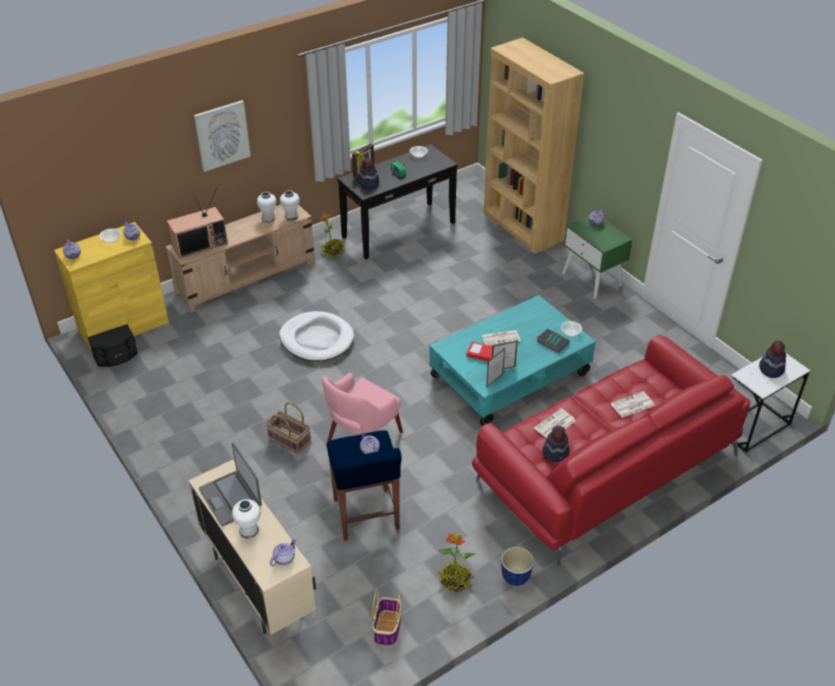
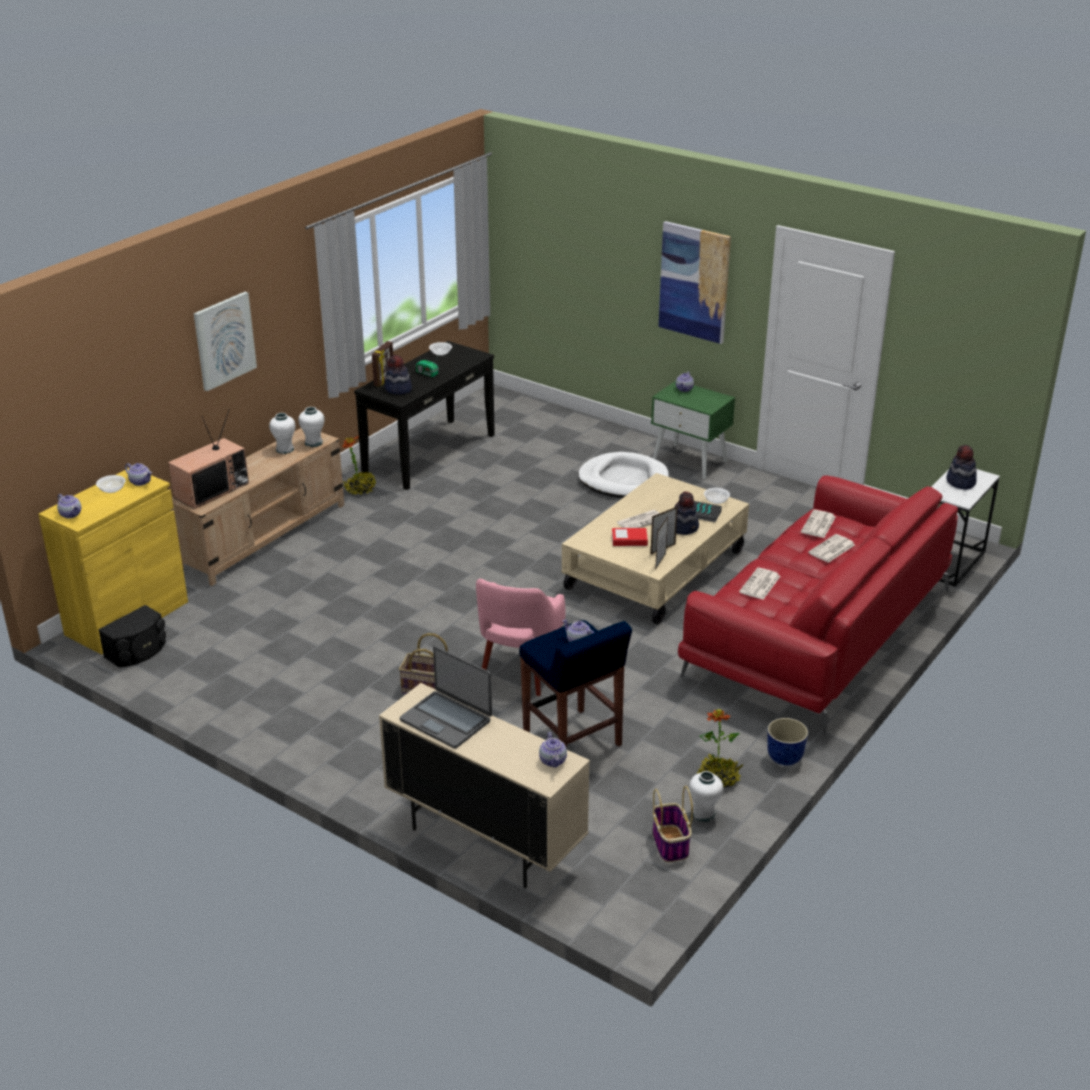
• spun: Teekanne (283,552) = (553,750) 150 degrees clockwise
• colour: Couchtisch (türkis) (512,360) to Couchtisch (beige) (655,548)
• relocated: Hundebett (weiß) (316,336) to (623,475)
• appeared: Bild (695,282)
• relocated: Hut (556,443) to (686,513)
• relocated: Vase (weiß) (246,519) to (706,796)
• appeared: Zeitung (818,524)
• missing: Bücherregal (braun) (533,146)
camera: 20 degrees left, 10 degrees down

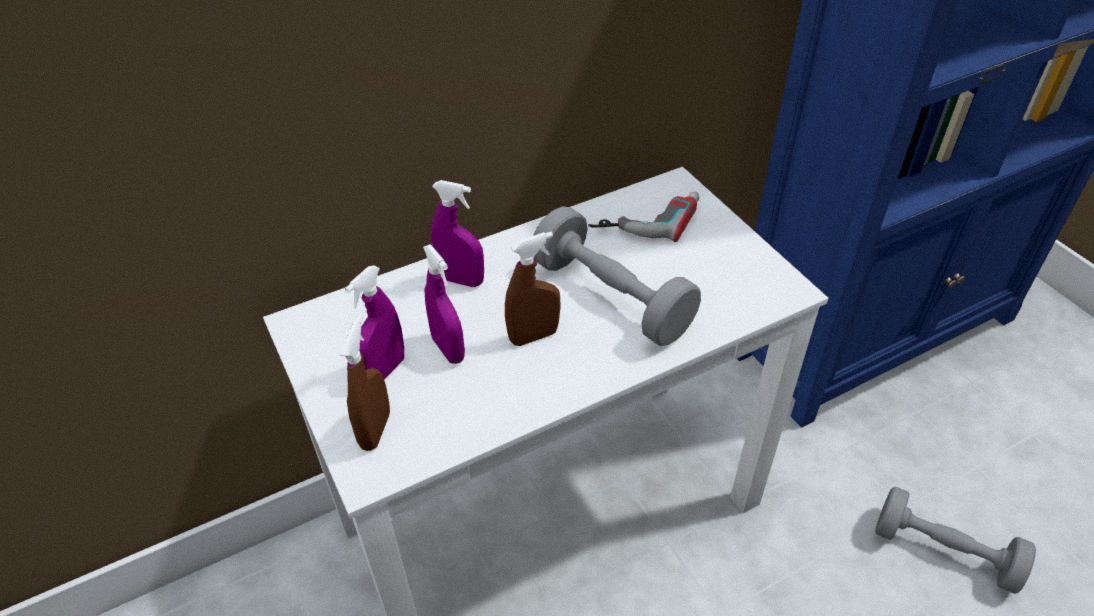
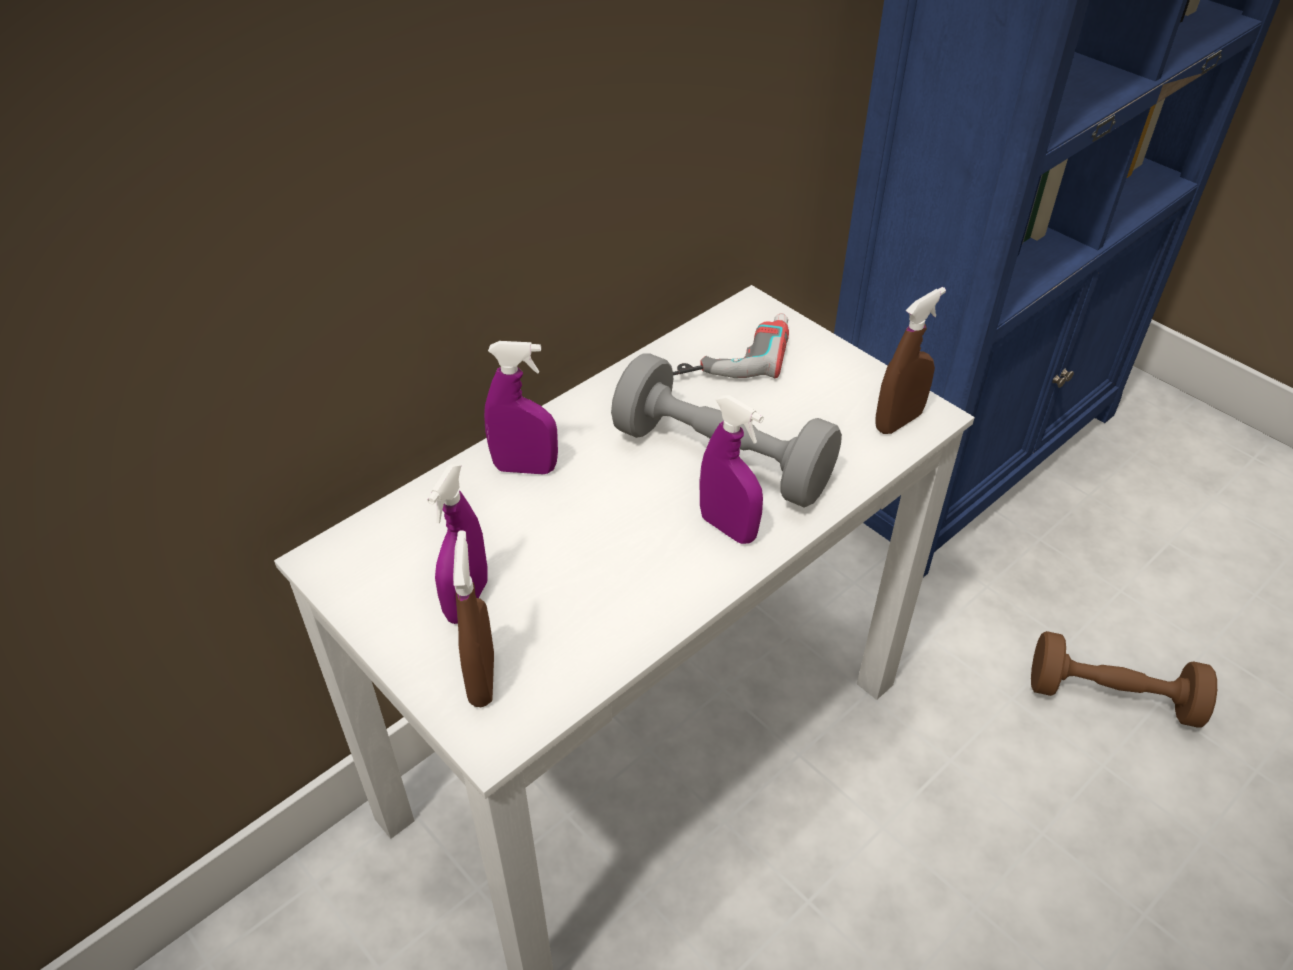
• relocated: Sprühflasche (lila) (444,304) to (731,469)
• relocated: Sprühflasche (braun) (533,289) to (911,360)
• colour: Hantel (grau) (955,540) to Hantel (braun) (1124,679)
camera: 15 degrees left, 0 degrees up

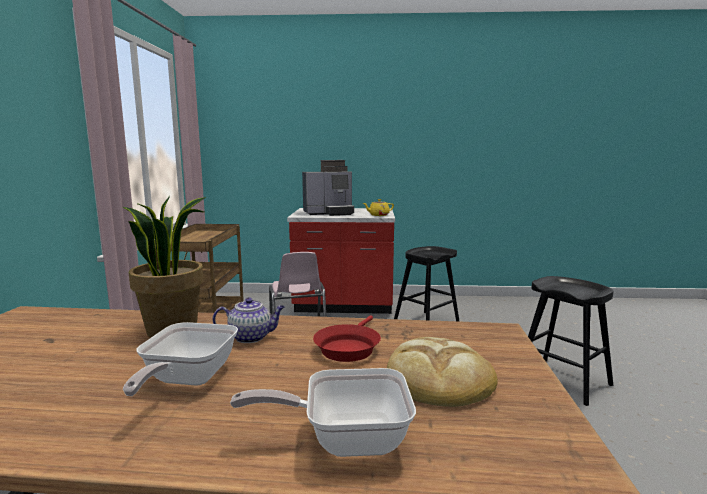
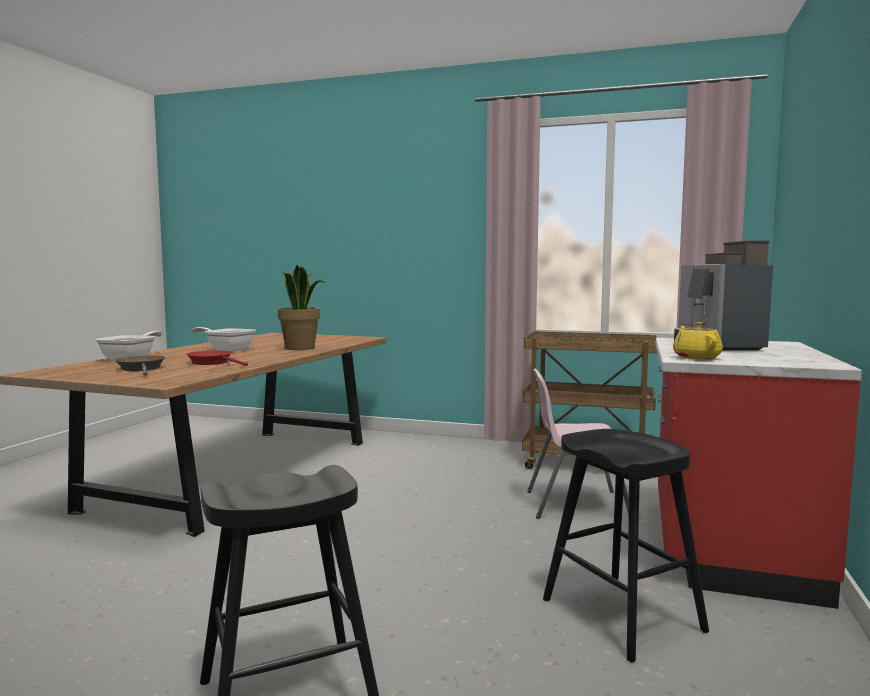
• exchanged: Brot (442,372) to Pfanne (braun) (140,366)
• missing: Teekanne (249,320)
camera: 105 degrees right, 5 degrees down

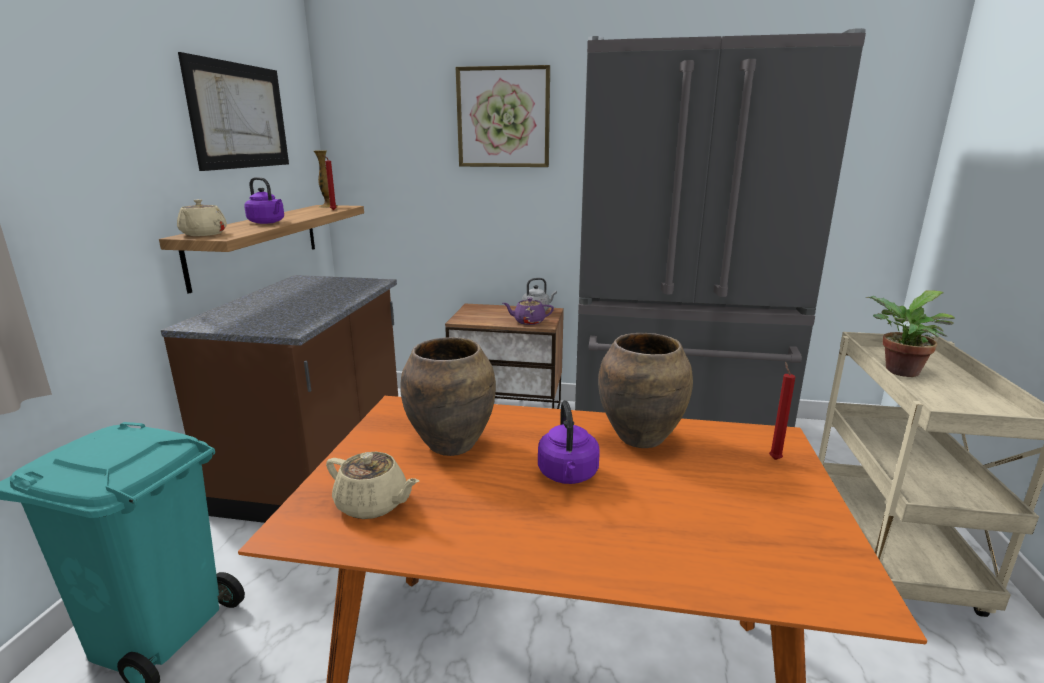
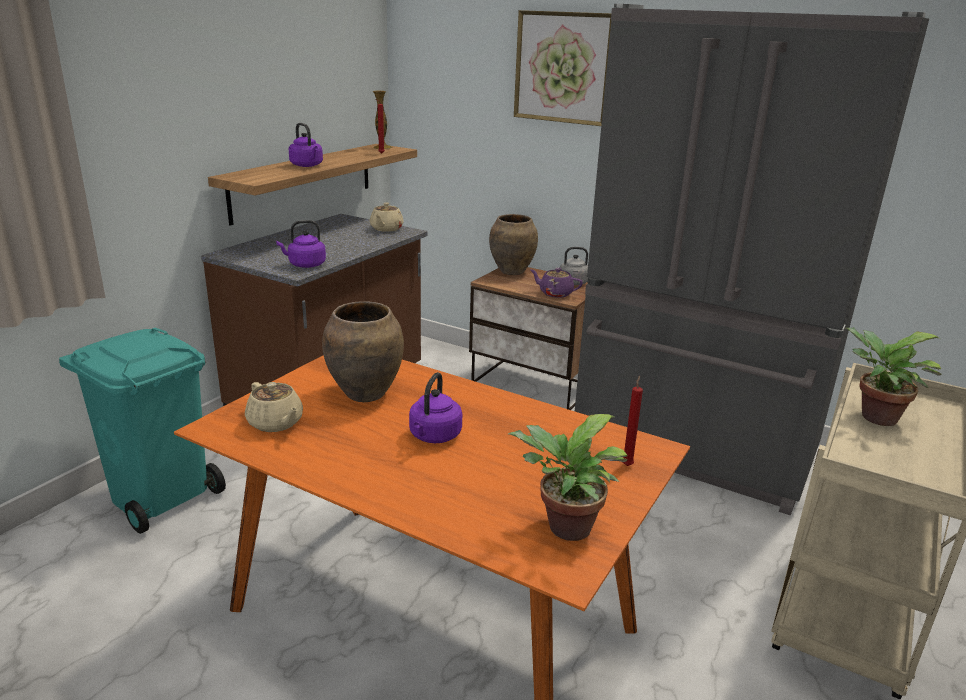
• appeared: Wasserkessel (lila) (301,244)
• relocated: Teekanne (beige) (202,217) to (387,217)
• relocated: Vase (braun) (645,390) to (513,244)
• appeared: Topfpflanze (567,477)
• missing: Bild (233,111)
camera: 20 degrees right, 5 degrees up

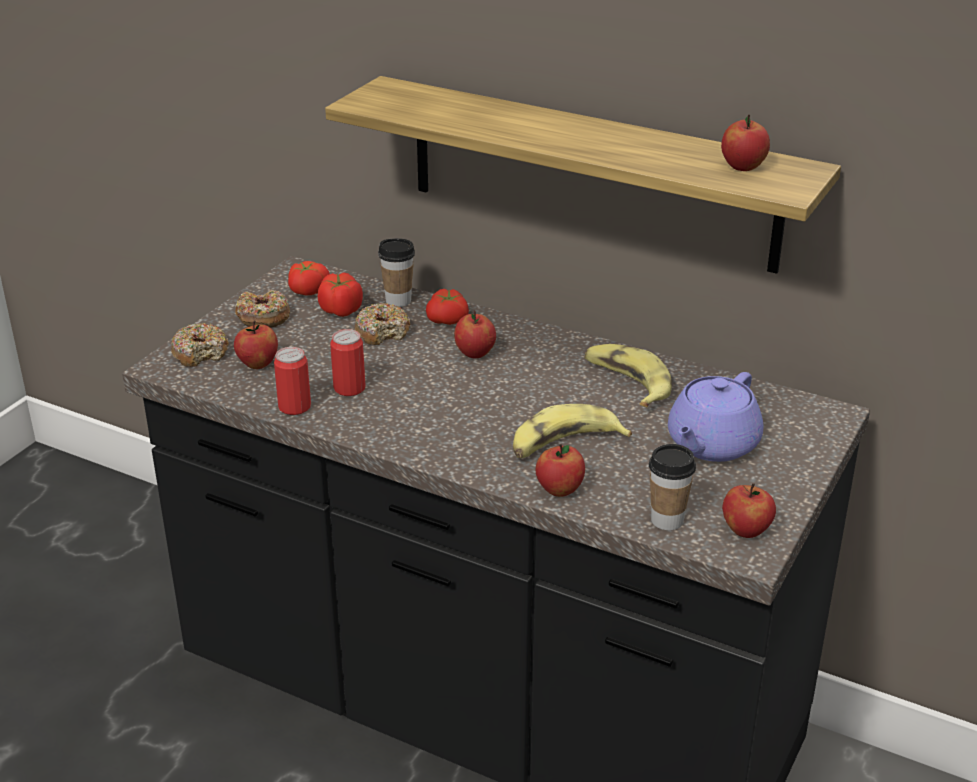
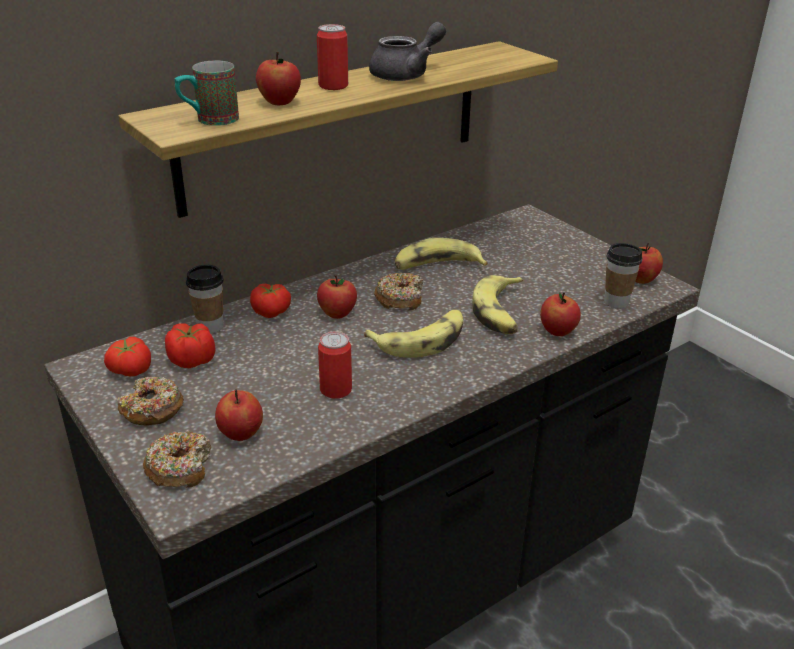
• appeared: Henkelbecher (206,93)
• relocated: Apfel (745,142) to (278,78)
• relocated: Dose (292,381) to (332,57)
• appeared: Banane (413,334)
• appeared: Teekanne (grau) (407,51)
• relocated: Donut (382,324) to (398,292)
• missing: Teekanne (lila) (716,417)
camera: 65 degrees left, 0 degrees up

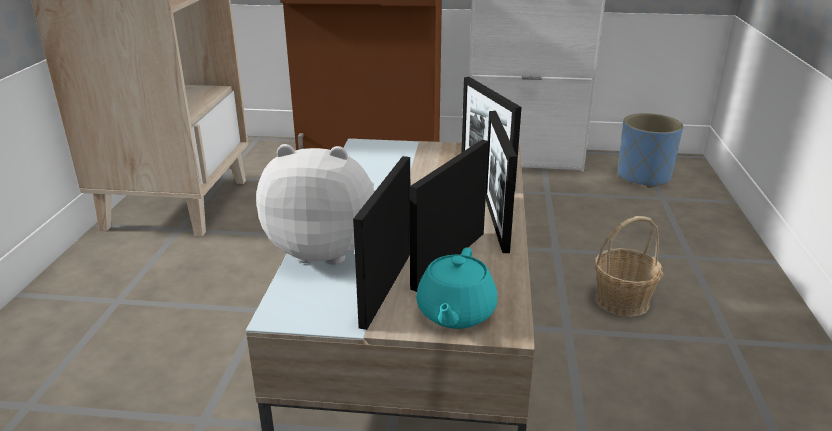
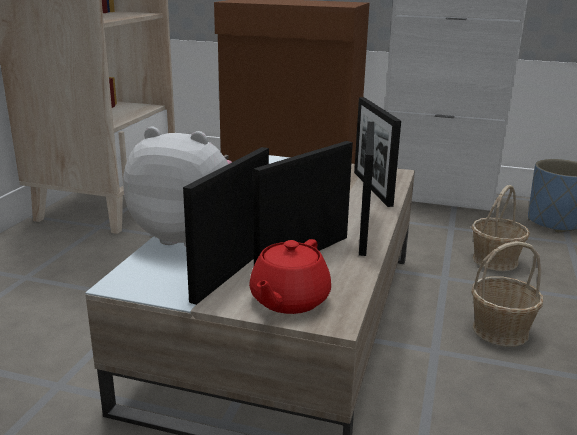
• colour: Teekanne (türkis) (456,288) to Teekanne (rot) (290,276)
• appeared: Korb (501,228)
camera: 10 degrees right, 5 degrees down

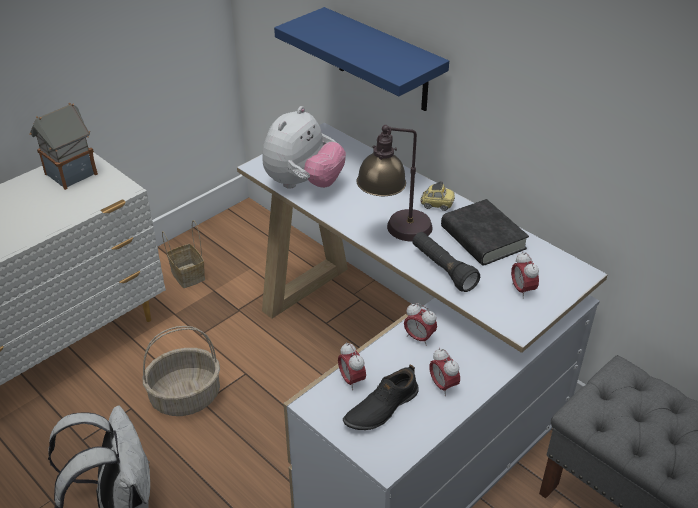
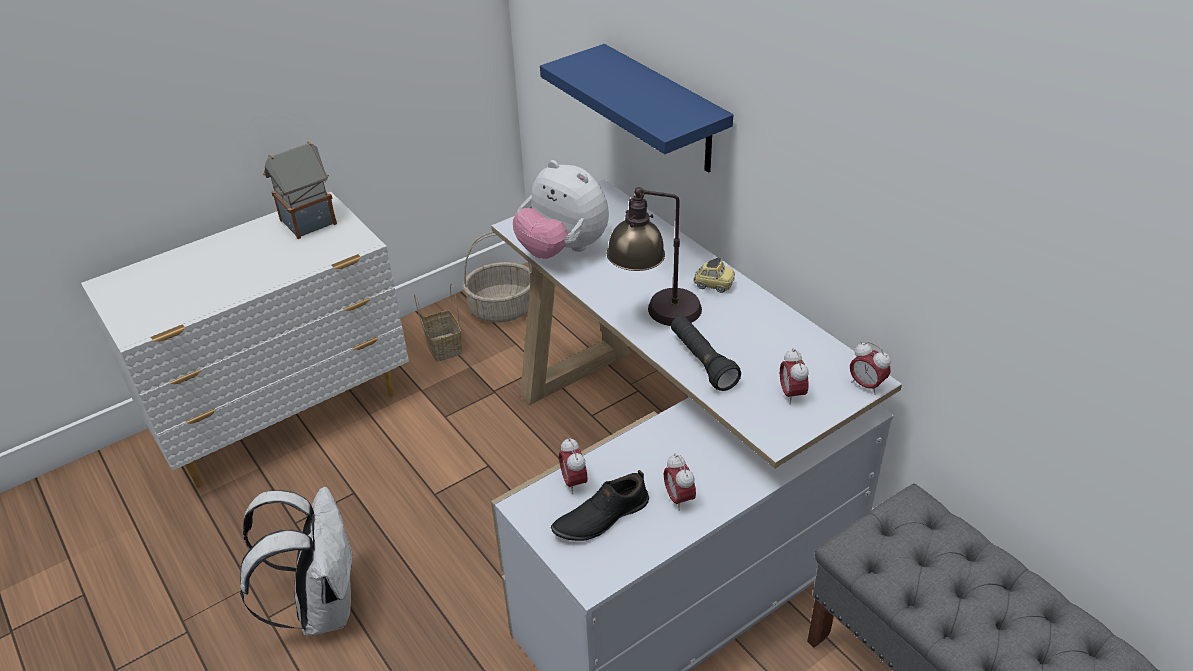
• relocated: Korb (181,371) to (497,277)
• spun: Plüschtier (304,147) = (561,209) 90 degrees clockwise
• relocated: Wecker (420,324) to (870,368)
• missing: Buch (schwarz) (485,232)
camera: 10 degrees right, 0 degrees up

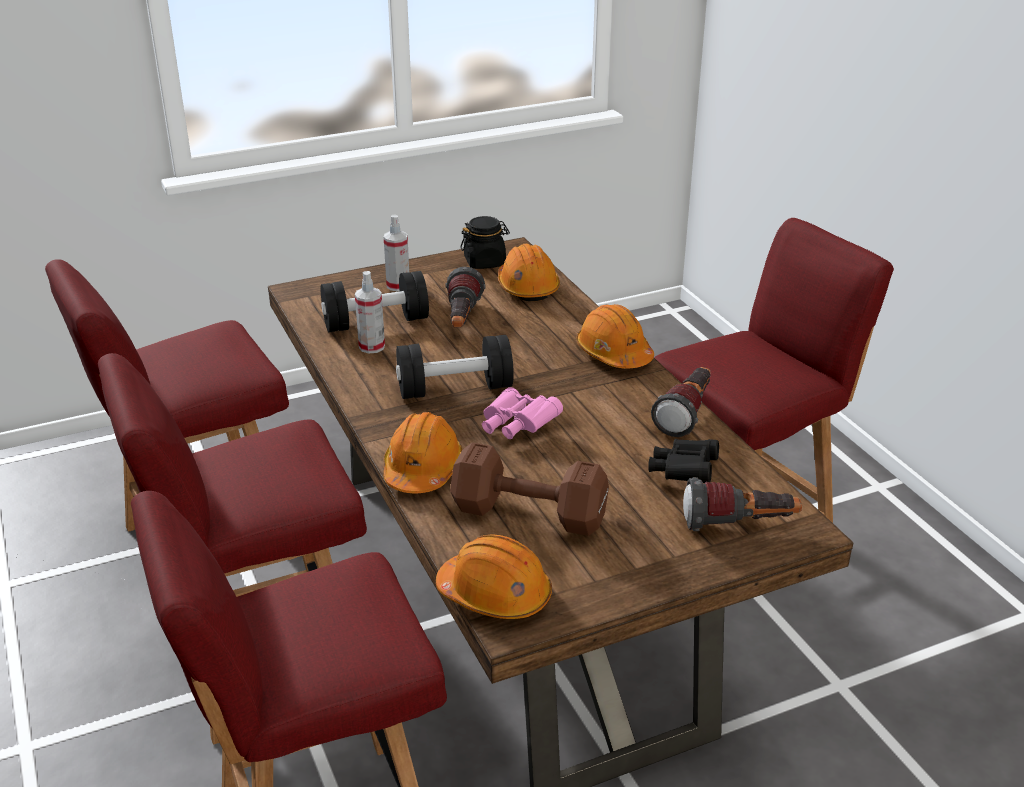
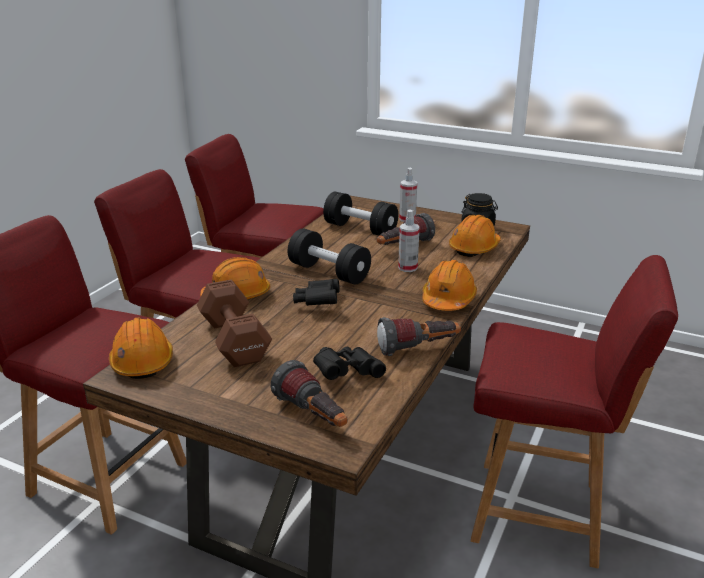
• colour: Fernglas (rosa) (522,413) to Fernglas (schwarz) (316,292)
• relocated: Sprühflasche (370,312) to (409,240)
camera: 50 degrees right, 5 degrees down

